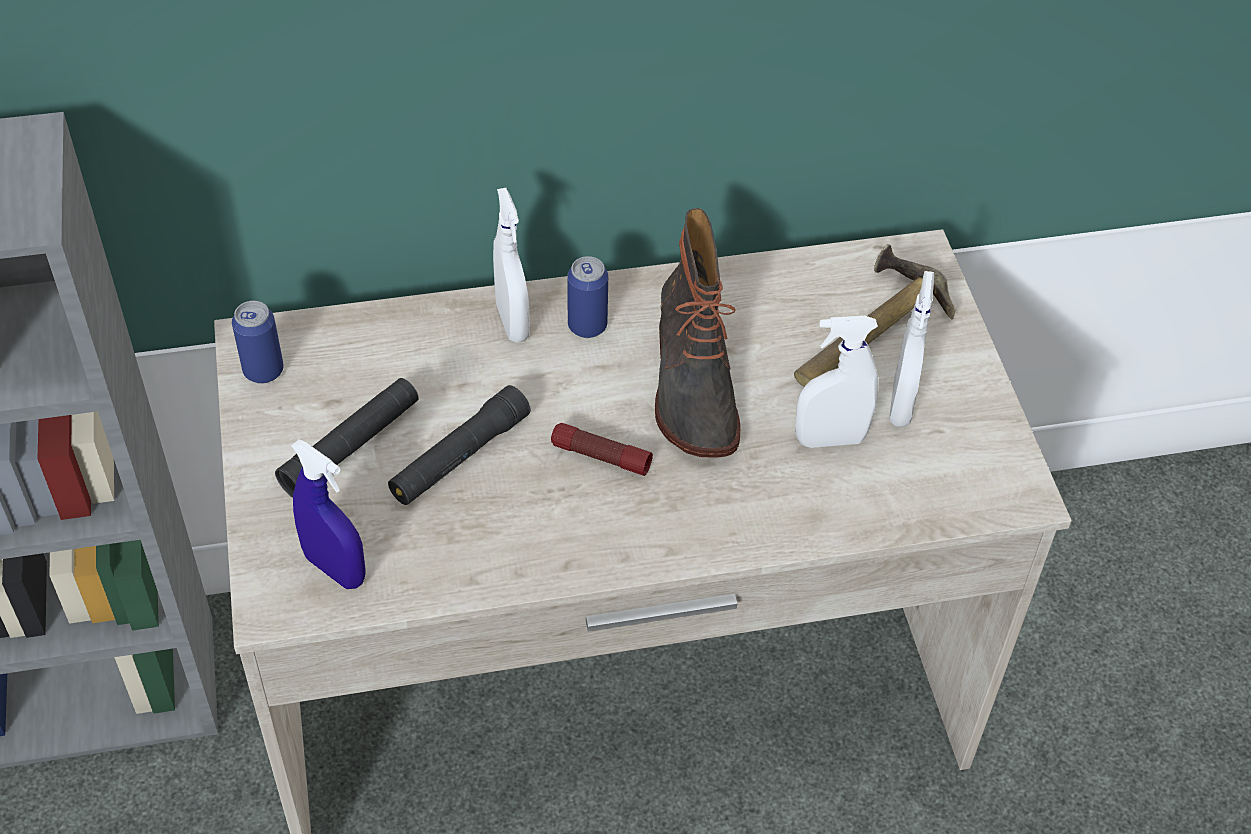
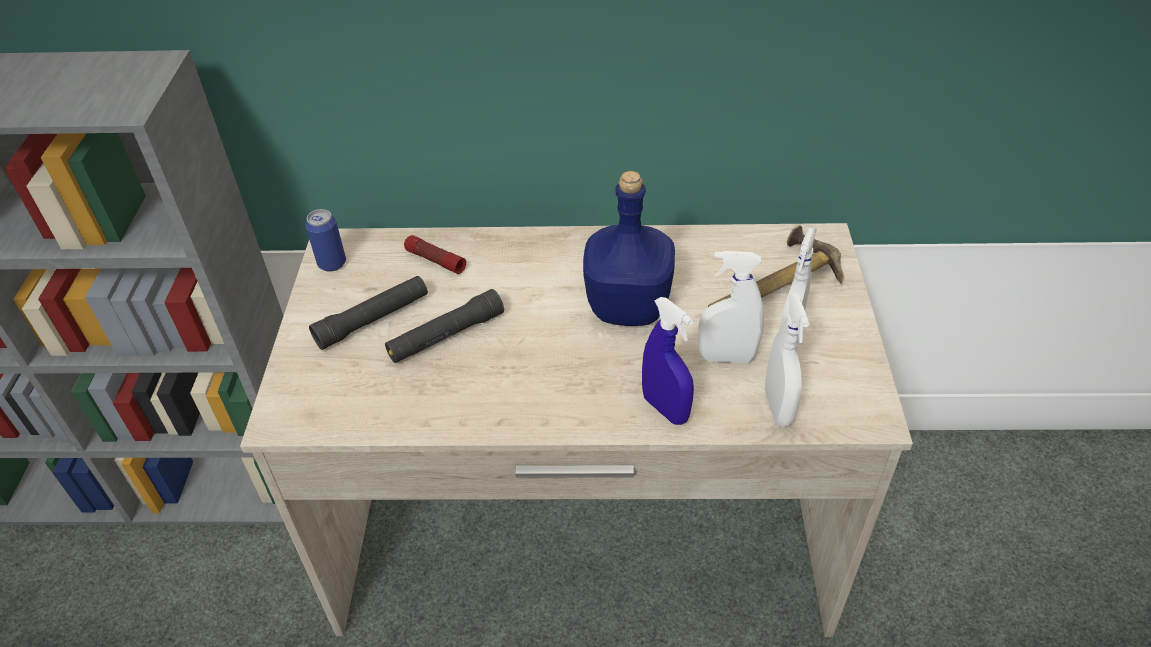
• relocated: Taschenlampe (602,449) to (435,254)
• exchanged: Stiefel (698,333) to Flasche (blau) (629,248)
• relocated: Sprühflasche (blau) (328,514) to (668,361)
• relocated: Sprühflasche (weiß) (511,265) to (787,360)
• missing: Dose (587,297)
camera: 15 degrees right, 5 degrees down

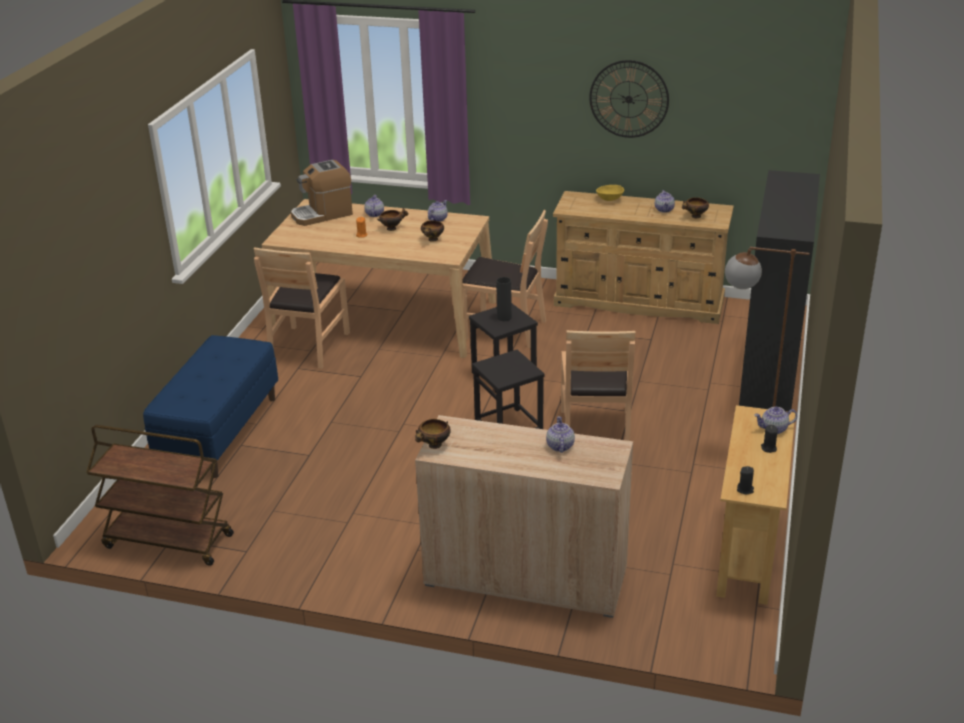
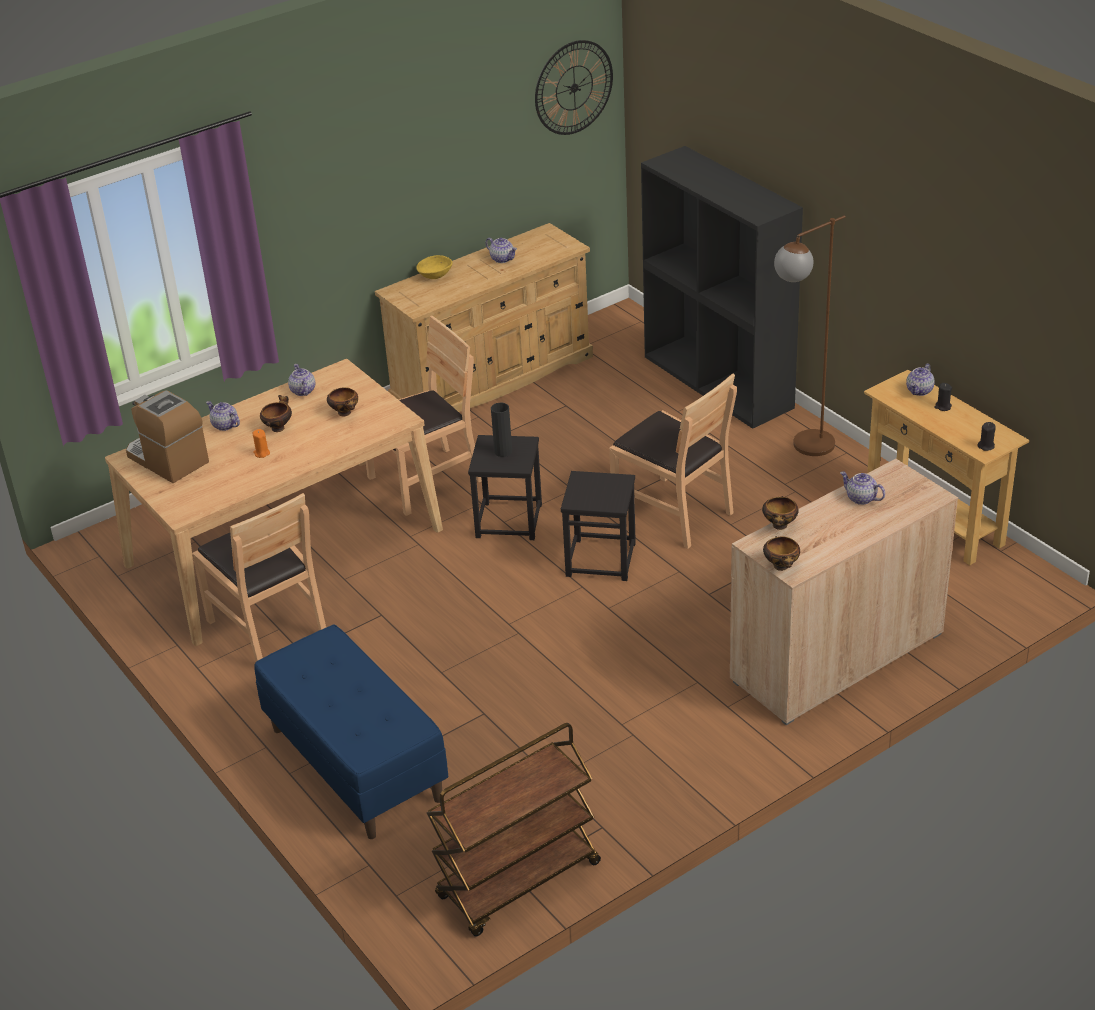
• spun: Kaffeemaschine (322,193) = (167,436) 120 degrees clockwise
• relocated: Wanduhr (629,99) to (574,87)
• relocated: Schüssel (695,207) to (780,513)
camera: 50 degrees left, 5 degrees up

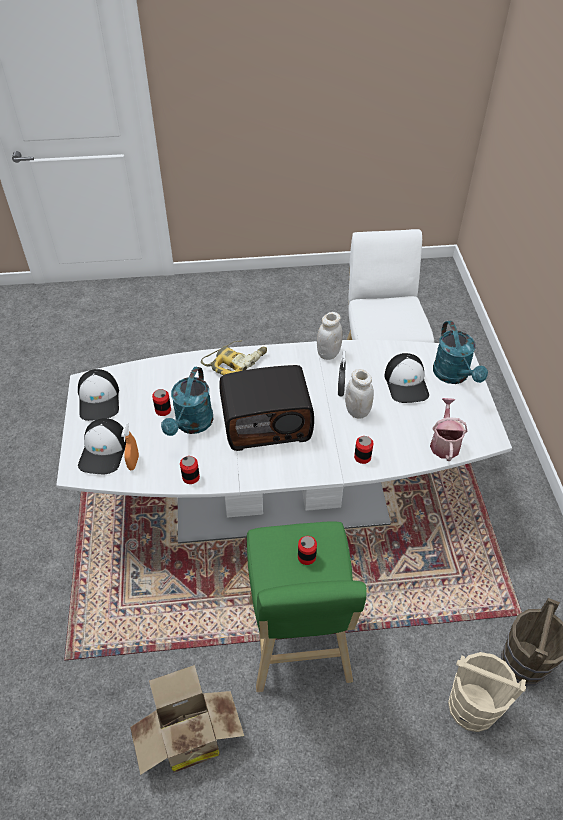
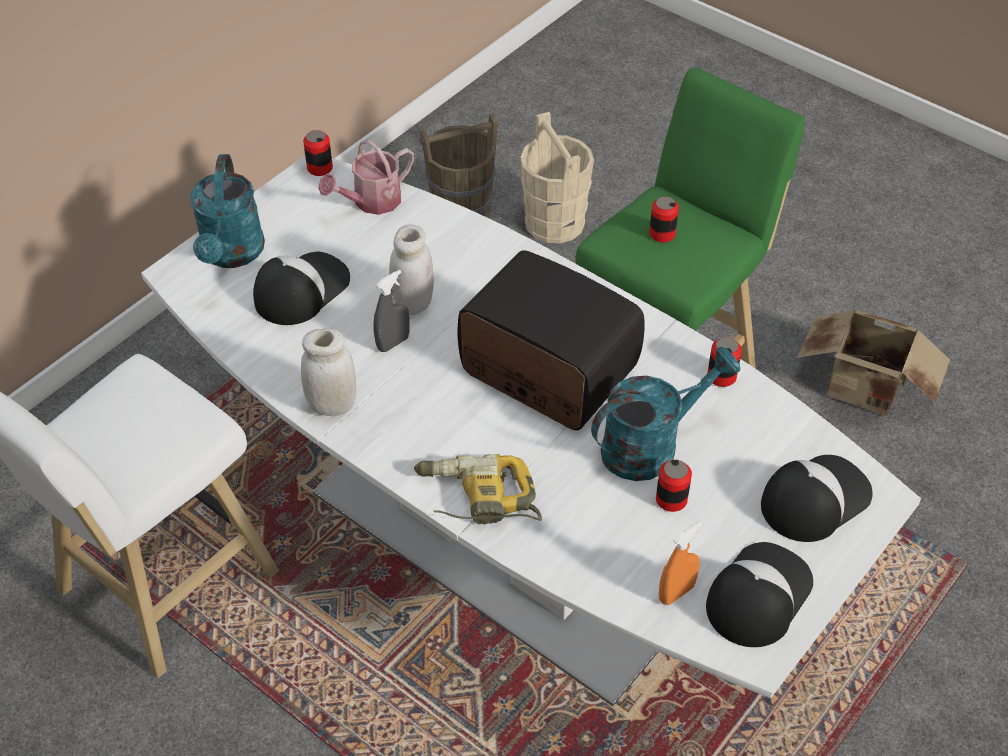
• spun: Gießkanne (türkis) (460,352) = (227,211) 150 degrees clockwise
• relocated: Dose (363,450) to (318,153)
• relocated: Sprühflasche (orange) (130,447) to (680,563)
camera: 135 degrees left, 0 degrees up

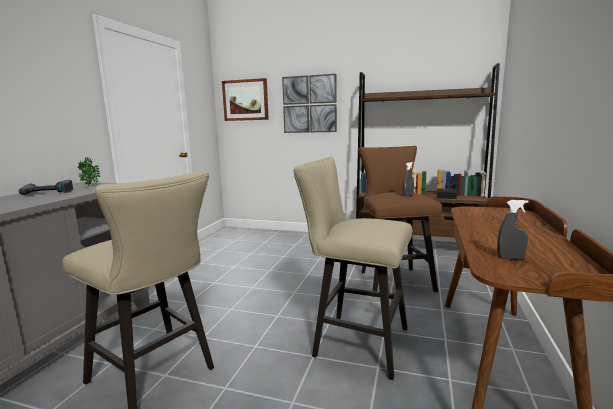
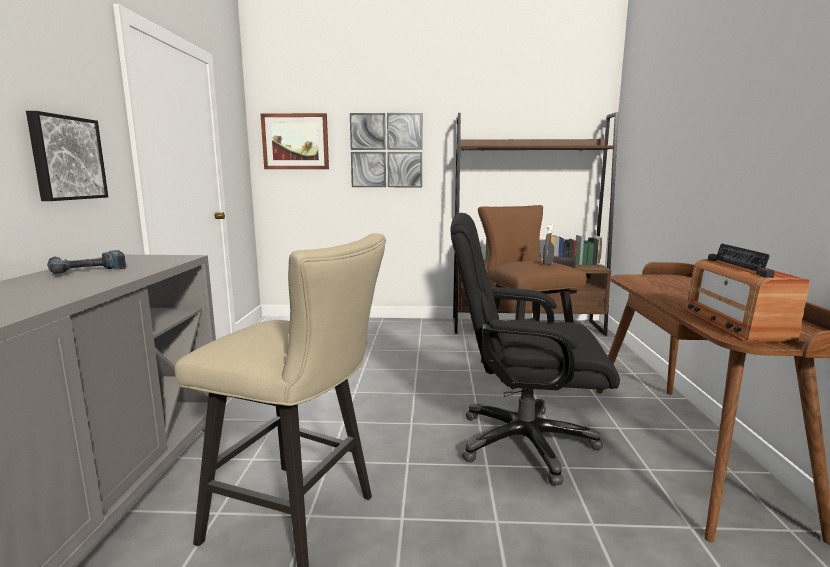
• appeared: Bild (67,156)
• exchanged: Hocker (beige) (352,268) to Bürostuhl (schwarz) (535,349)
• exchanged: Sprühflasche (grau) (513,230) to Radio (747,293)
• missing: Topfpflanze (89,171)
camera: 15 degrees left, 0 degrees up

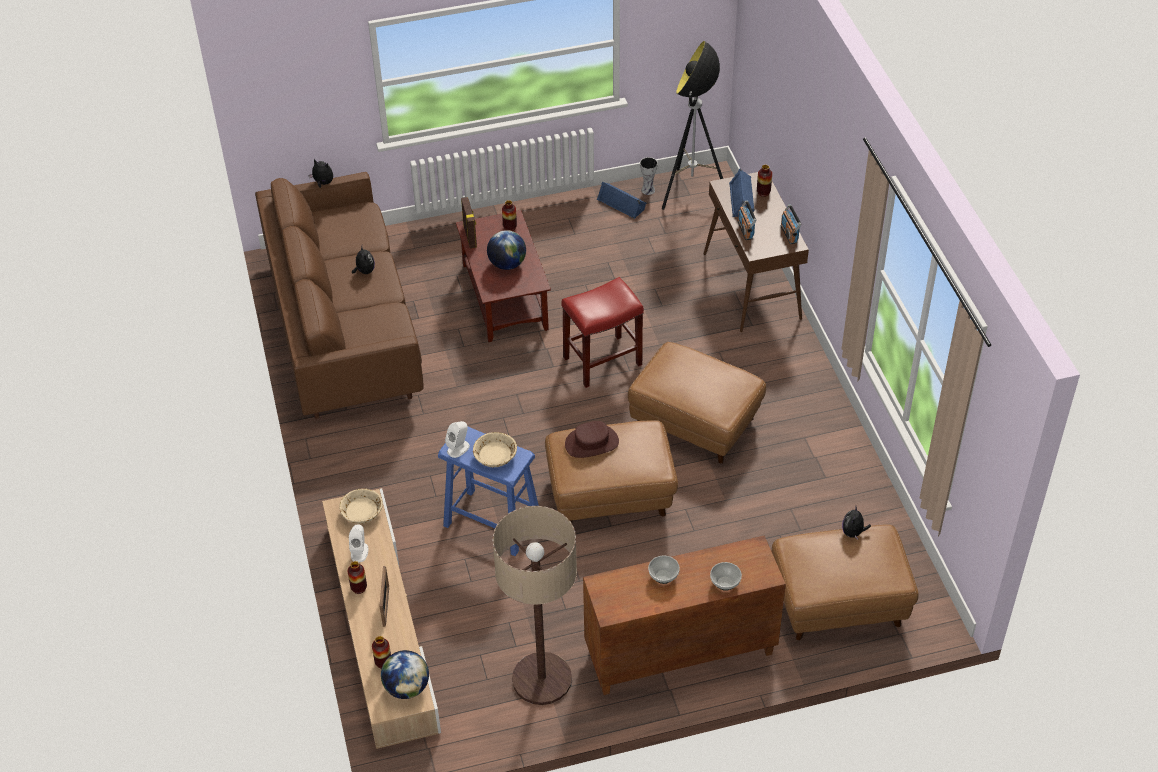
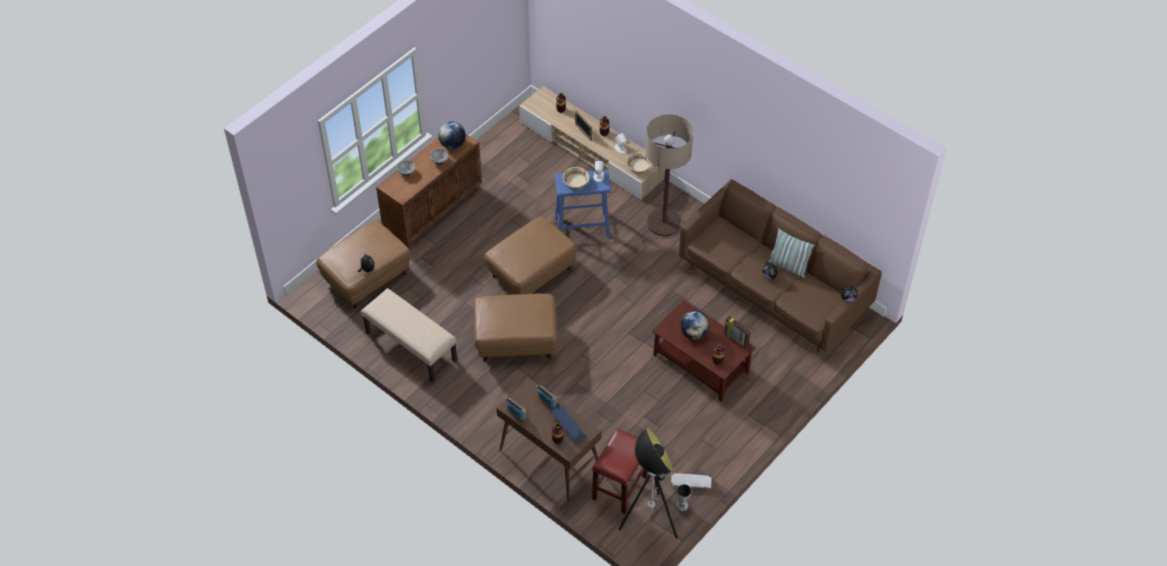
• appeared: Bank (beige) (409,335)
• relocated: Globus (405,674) to (452,135)
• relocated: Hocker (rot) (602,332) to (619,471)
• relocated: Stehlampe (534,605) to (669,175)
• colour: Lautsprecher (blau) (621,200) to Lautsprecher (weiß) (691,481)
• appeared: Kissen (791,253)
• missing: Hut (braun) (592,439)
camera: 145 degrees right, 5 degrees up

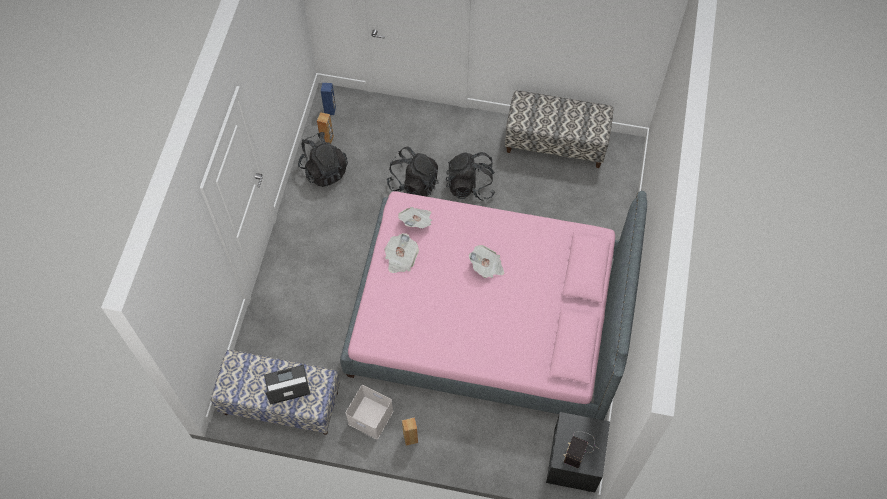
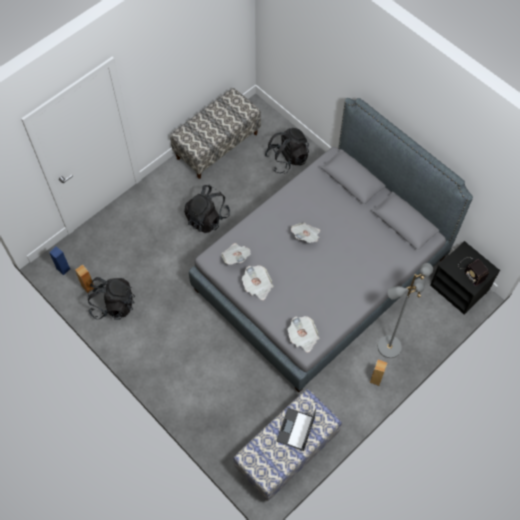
• colour: Bett (rosa) (493,305) to Bett (grau) (331,245)
• relocated: Rucksack (schwarz) (413,172) to (287,151)
• appeared: Zeitung (303,334)
• appeared: Stehlampe (grau) (405,310)
• missing: Aufbewahrungsbox (weiß) (369,412)
camera: 55 degrees left, 0 degrees up

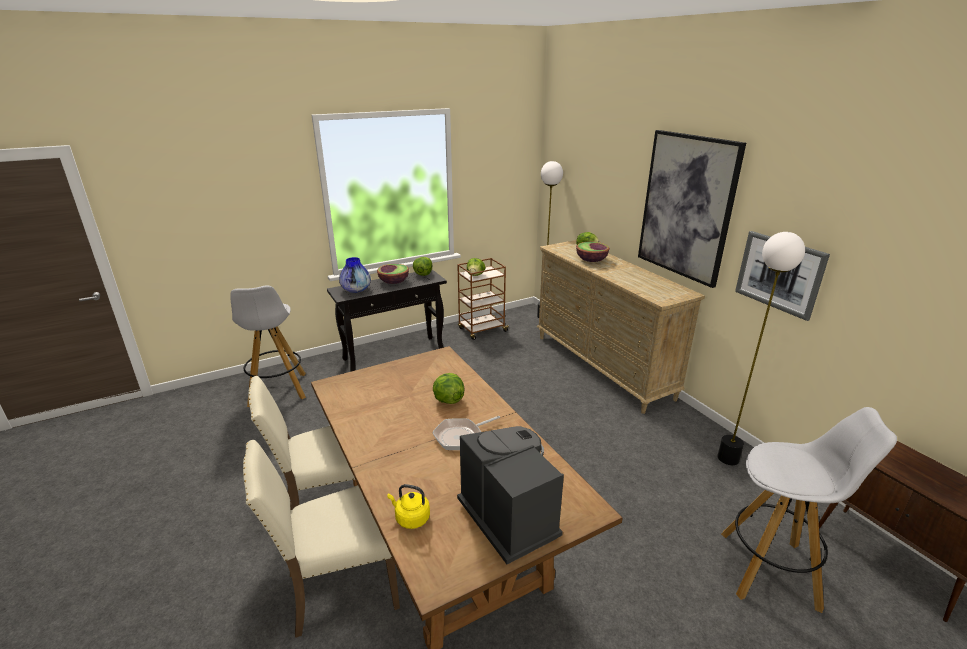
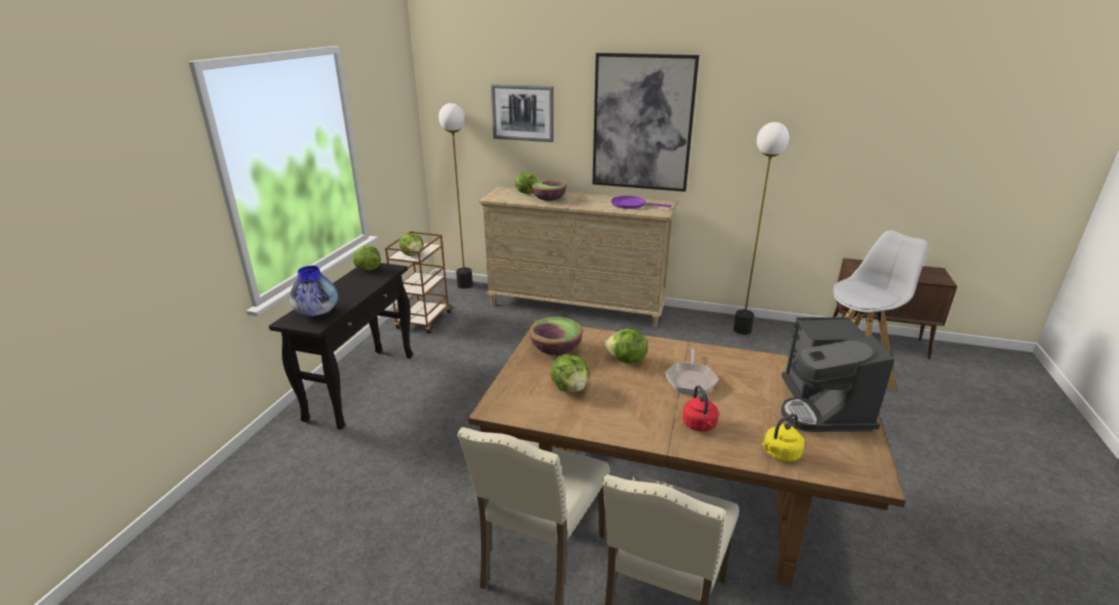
• relocated: Bild (782,276) to (522,113)
• relocated: Schüssel (393,274) to (556,336)
• appeared: Salatkopf (569,373)
• appeared: Pfanne (lila) (641,202)
• appeared: Wasserkessel (rot) (700,408)
• spun: Kaffeemaschine (510,495) = (838,374) 105 degrees counterclockwise
• missing: Hocker (weiß) (268,346)
camera: 45 degrees left, 0 degrees up

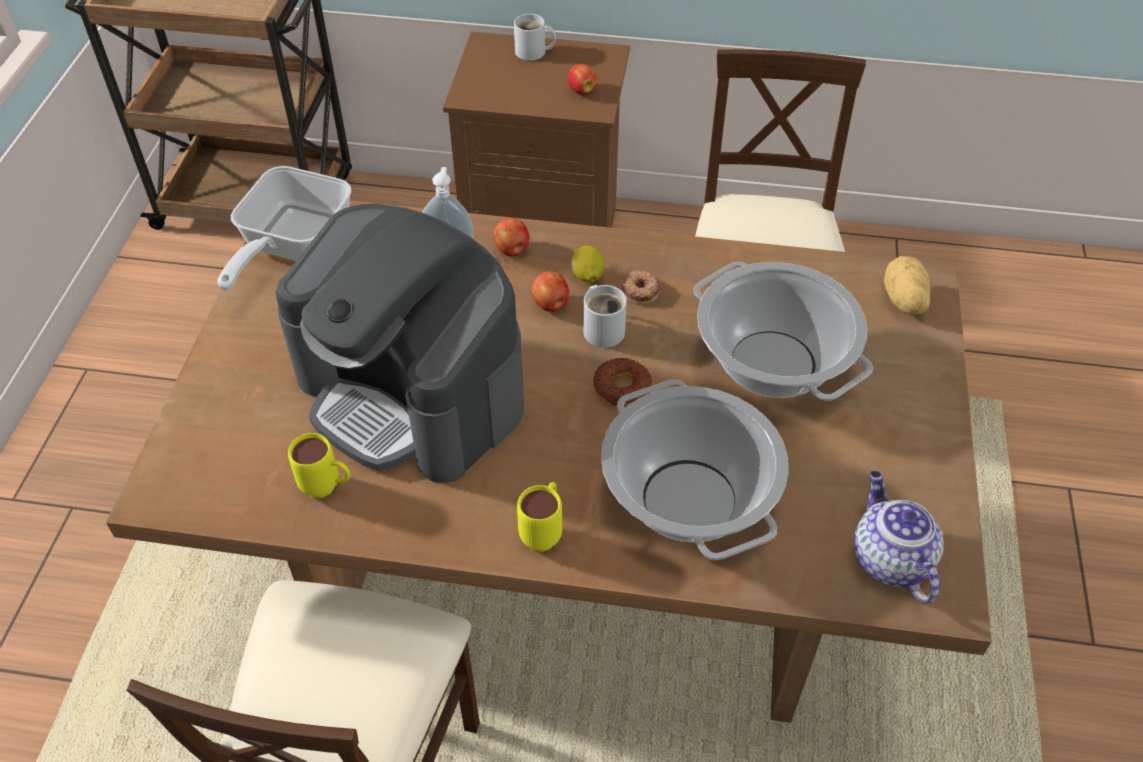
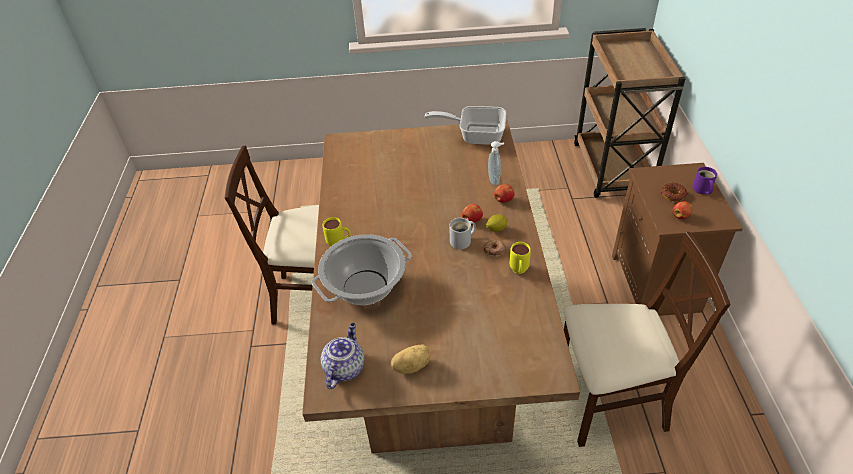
• spun: Teekanne (899,537) = (343,356) 45 degrees counterclockwise
• relocated: Kartoffel (907,285) to (411,359)
• relocated: Henkelbecher (gelb) (319,465) to (520,258)
• relocated: Donut (623,382) to (674,192)
• colour: Henkelbecher (weiß) (535,37) to Henkelbecher (lila) (704,180)
• missing: Kaffeemaschine (399,343)
• missing: Kochtopf (783,331)
camera: 80 degrees right, 5 degrees down

